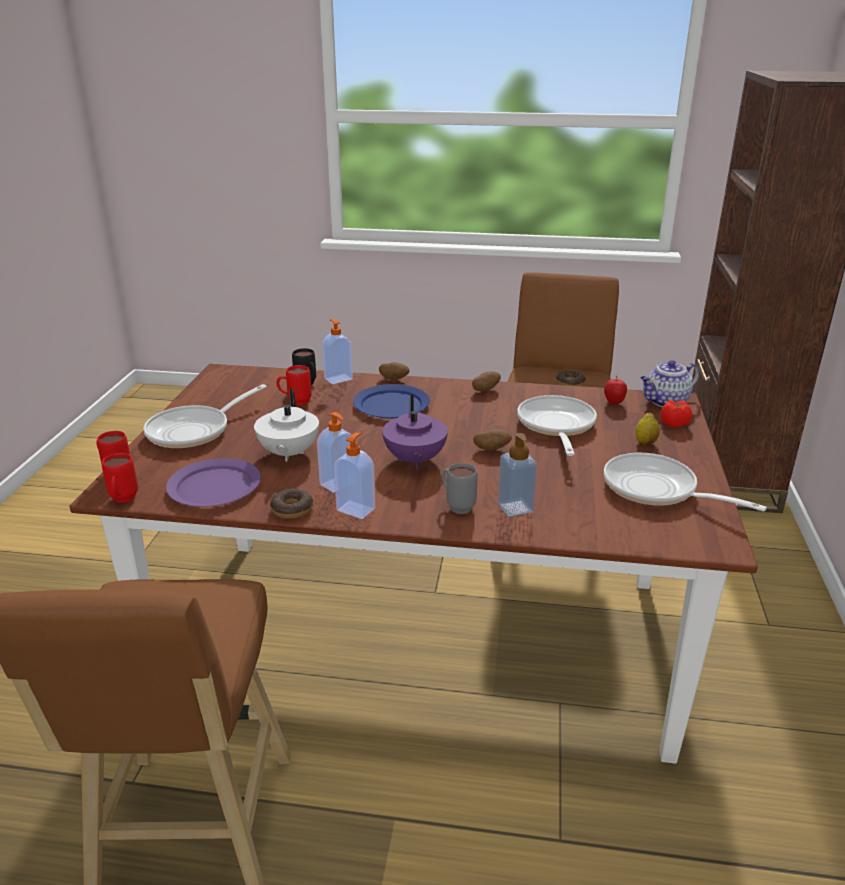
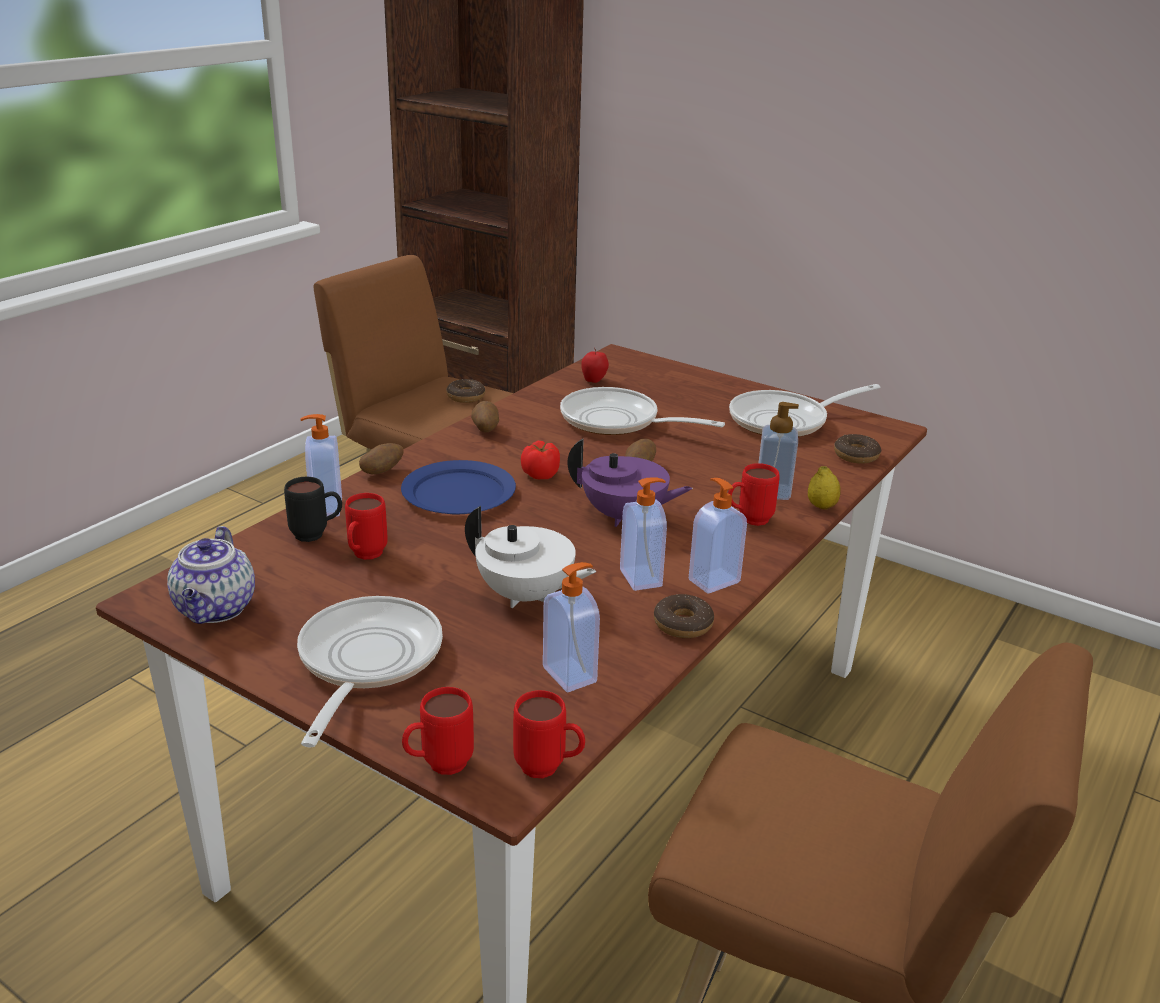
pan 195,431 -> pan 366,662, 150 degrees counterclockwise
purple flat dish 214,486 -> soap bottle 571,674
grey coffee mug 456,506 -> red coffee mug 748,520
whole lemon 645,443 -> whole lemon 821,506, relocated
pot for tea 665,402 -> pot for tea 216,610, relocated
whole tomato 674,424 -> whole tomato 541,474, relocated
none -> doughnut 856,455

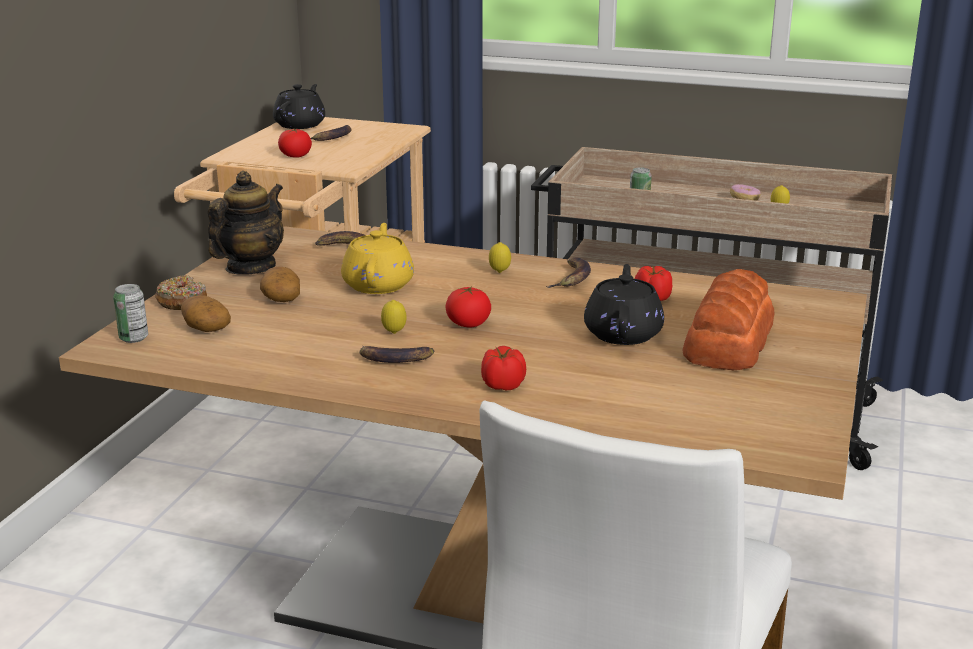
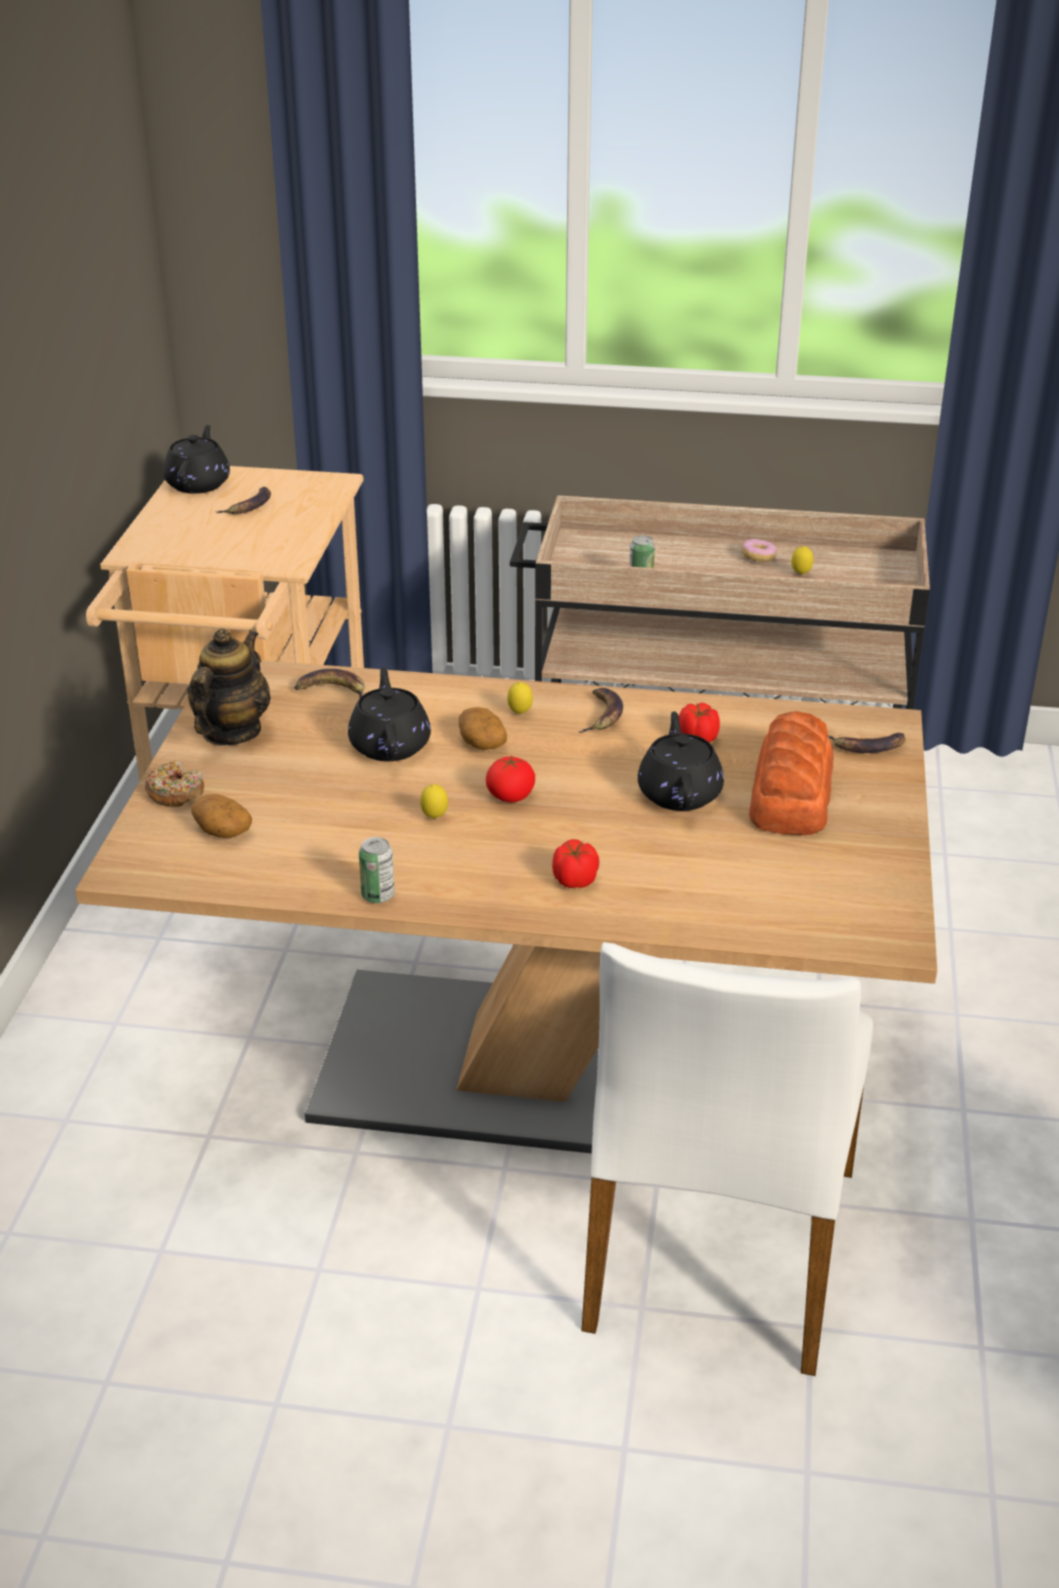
metal can 133,338 -> metal can 378,895, relocated
whole potato 280,298 -> whole potato 481,742, relocated
whole tomato 295,156 -> none
yellow-coloured pot for tea 378,284 -> black pot for tea 390,745
banana fruit 395,358 -> banana fruit 868,746, relocated

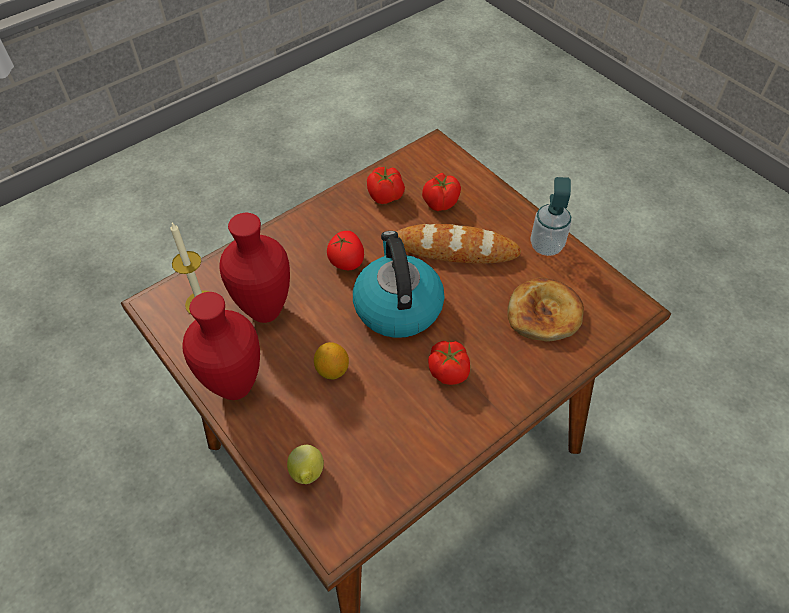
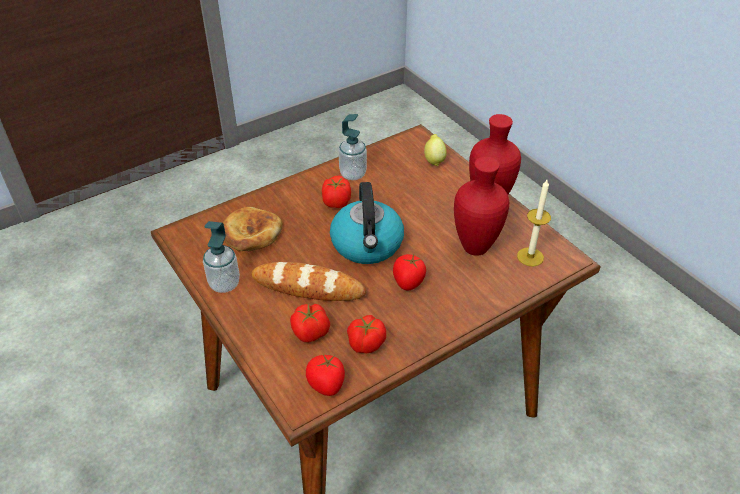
whole lemon 332,370 -> none
none -> whole tomato 326,384
none -> soap bottle 353,174

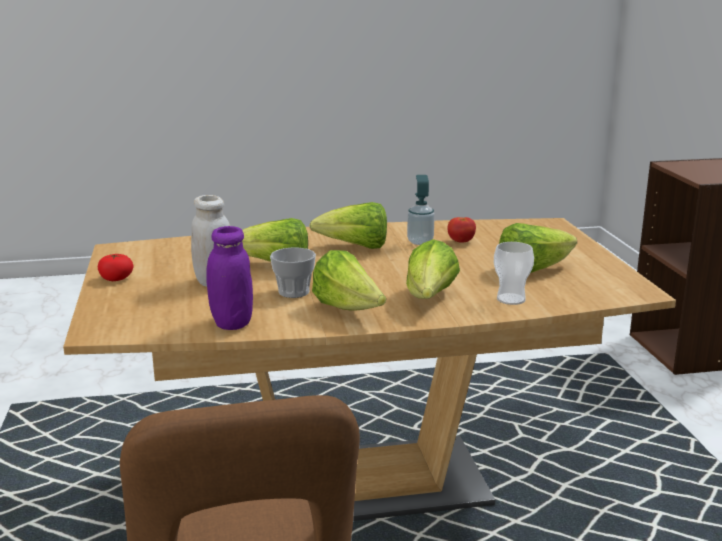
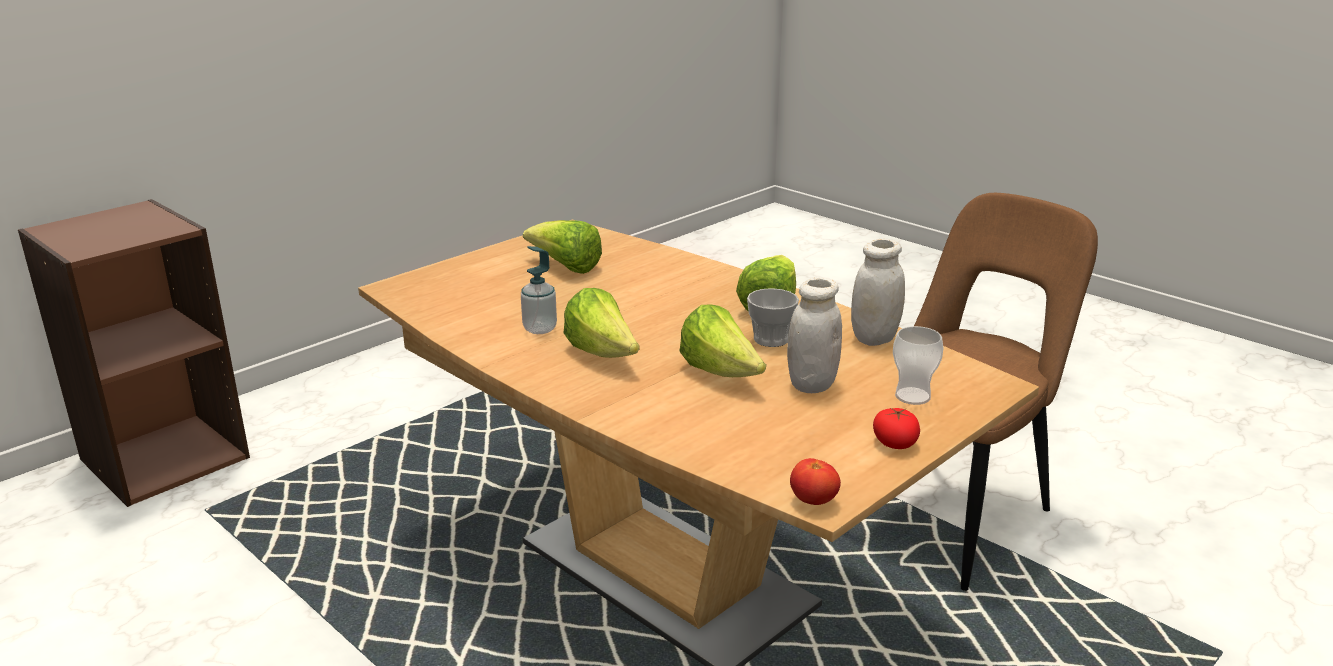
purple jar 232,323 -> whitish jar 874,338
lettuce 430,298 -> none
whole tomato 460,242 -> whole tomato 813,501, relocated
cup 511,299 -> cup 912,396, relocated

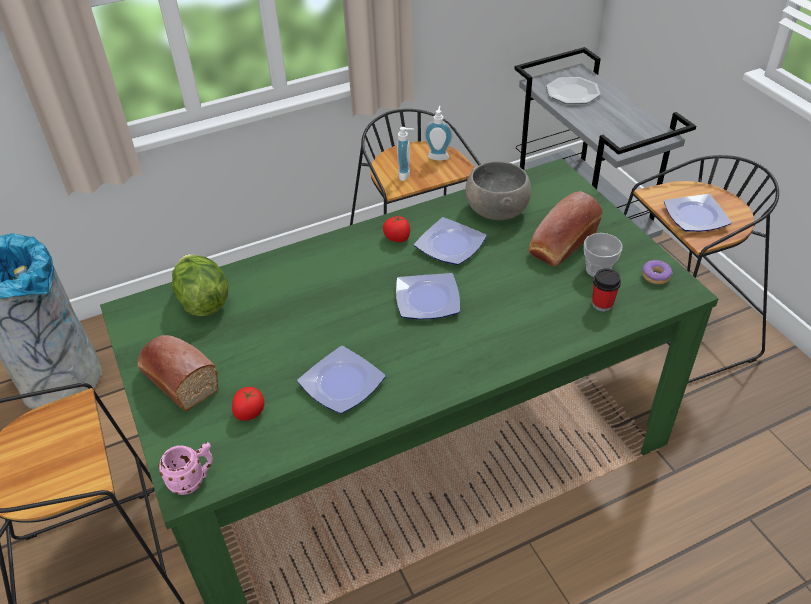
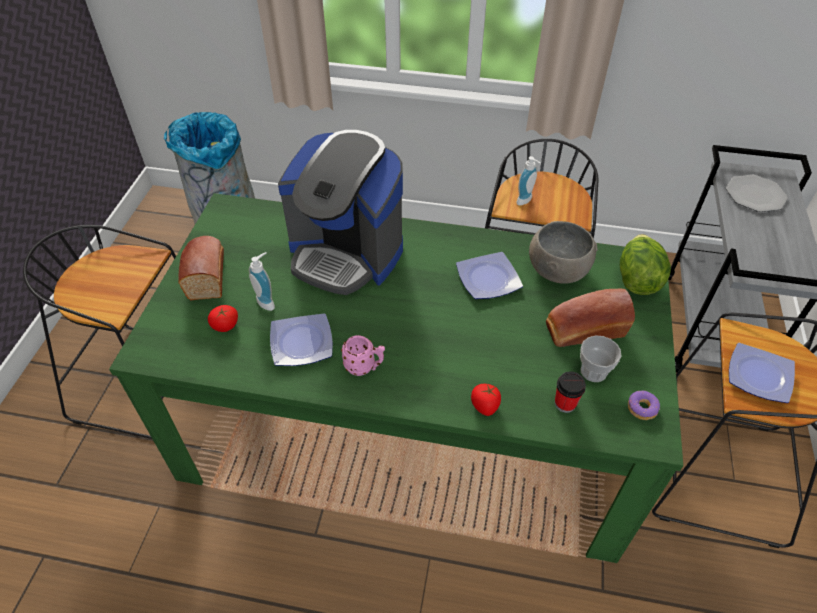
pink-coloured coffee mug 193,480 -> pink-coloured coffee mug 364,367, relocated
lettuce 203,301 -> lettuce 637,279, relocated
whole tomato 397,238 -> whole tomato 485,406, relocated
flat dish 428,299 -> none
soap bottle 438,156 -> soap bottle 268,301, relocated
none -> coffee maker 346,254

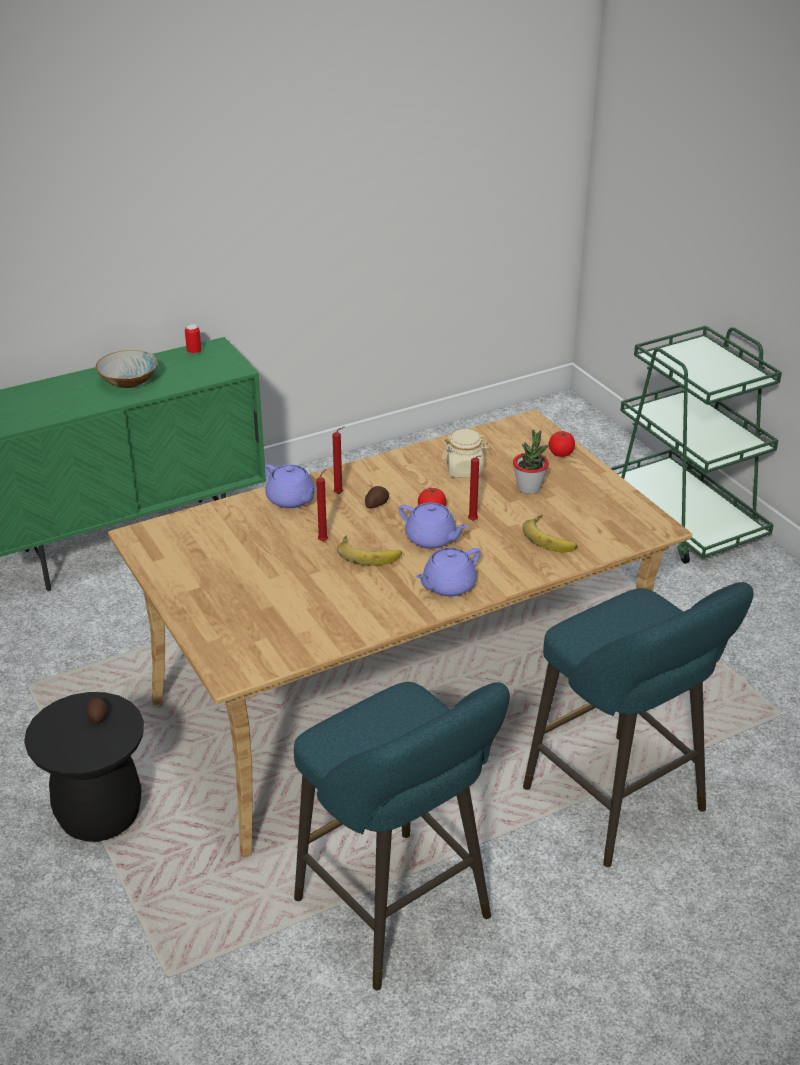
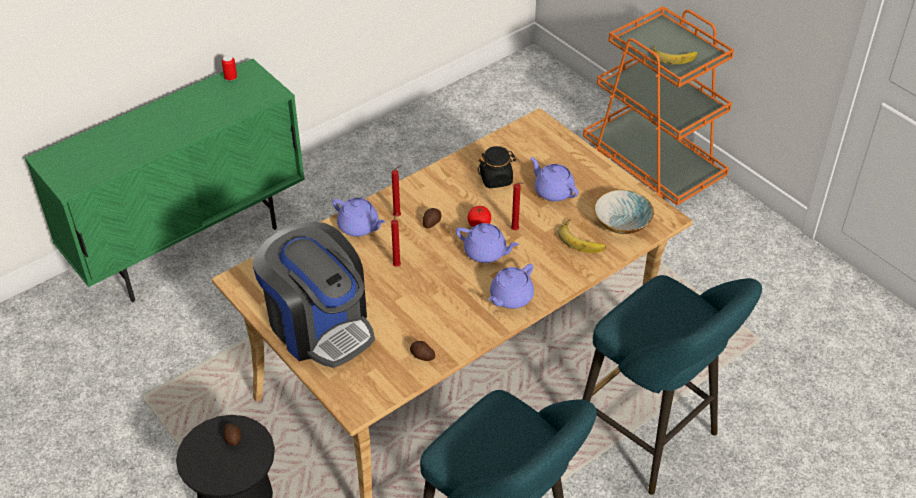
deep dish 129,381 -> deep dish 622,223, relocated
banana fruit 369,553 -> banana fruit 673,56, relocated
beige-coloured jar 465,470 -> black jar 496,179
potted plant 529,488 -> purple pot for tea 553,191
whole tomato 561,453 -> none
green-coloured trolley 683,520 -> orange trolley 652,167
none -> coffee maker 319,325
none -> whole potato 422,356

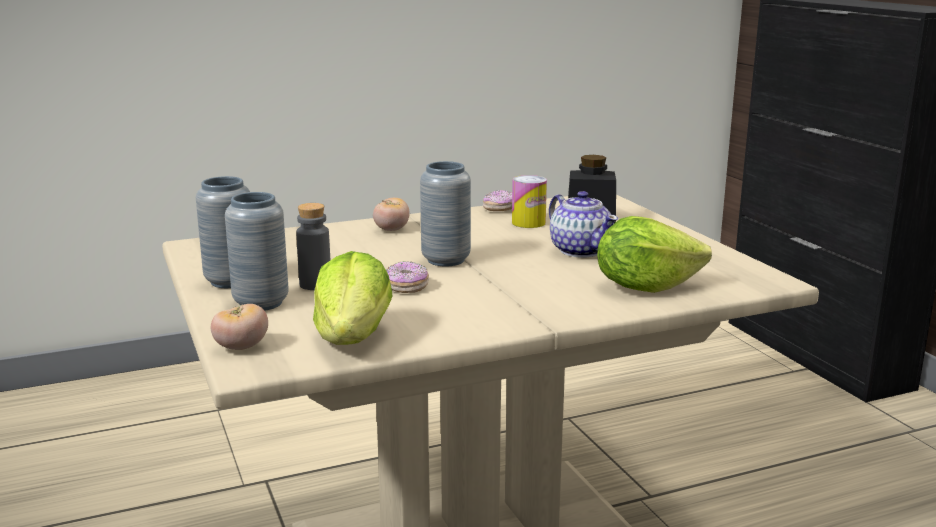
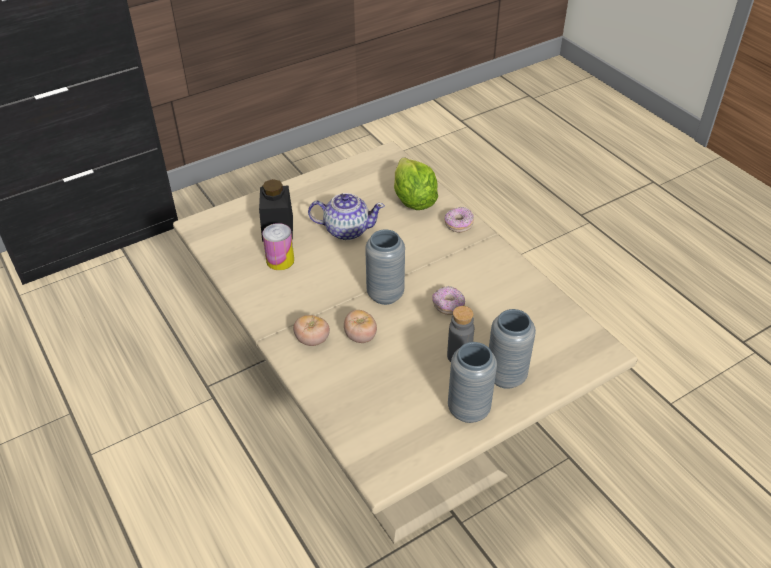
whole tomato 241,347 -> whole tomato 360,336, relocated
lettuce 353,337 -> none
doughnut 500,209 -> doughnut 458,225, relocated
pot for tea 580,250 -> pot for tea 346,230, 45 degrees clockwise

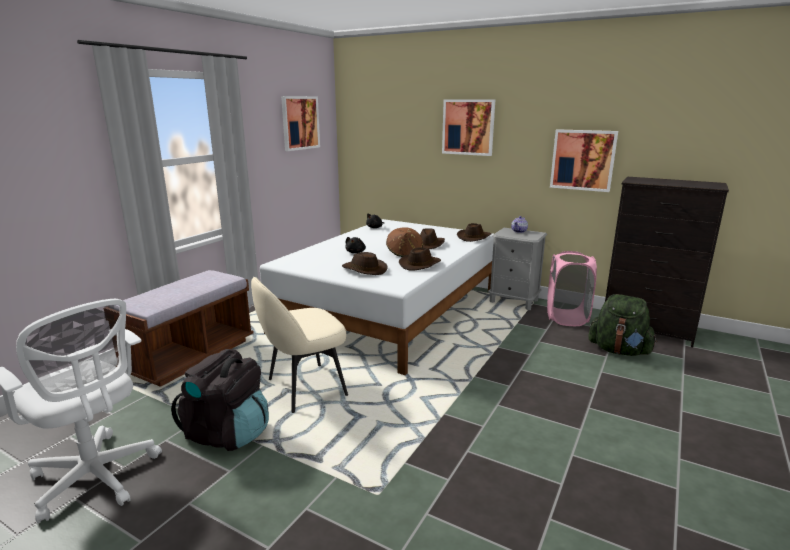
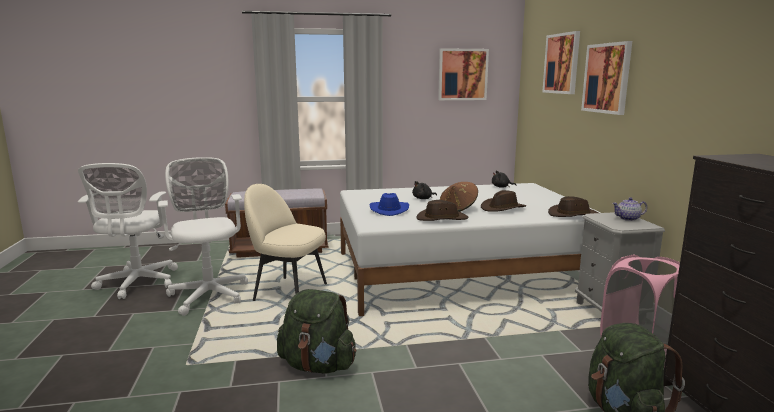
black backpack 228,433 -> whitish computer chair 209,293
brown wearable hat 364,269 -> bluish wearable hat 389,210
wall picture 583,160 -> wall picture 562,63, relocated
none -> green-coloured backpack 318,366

